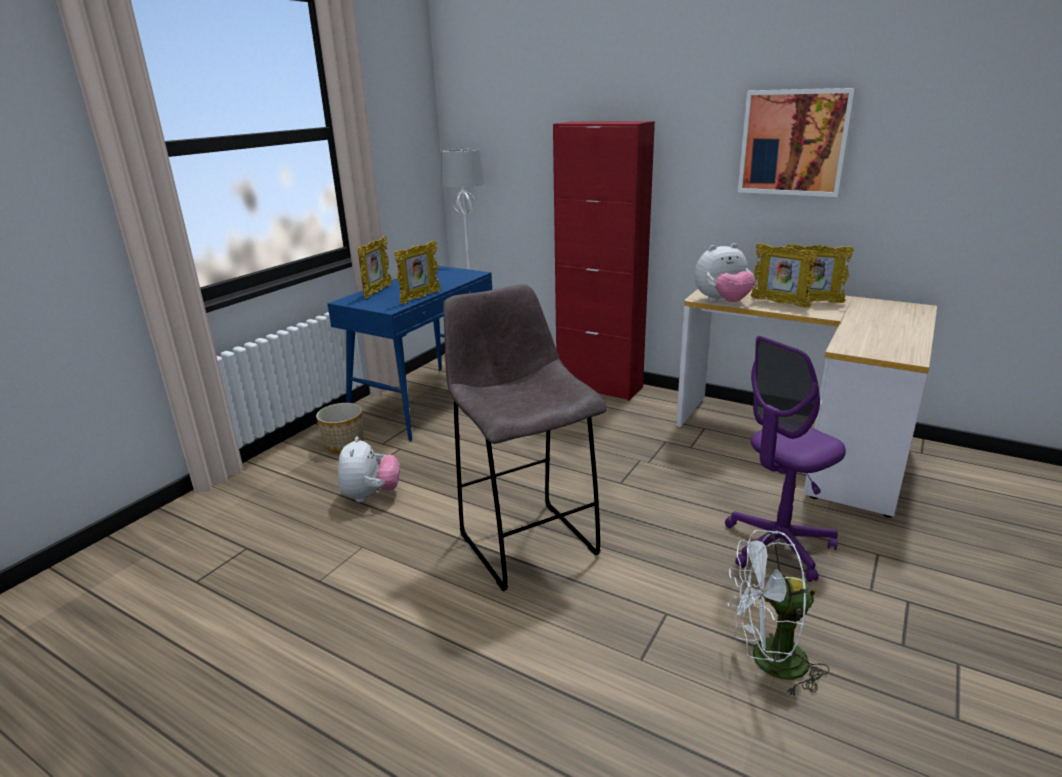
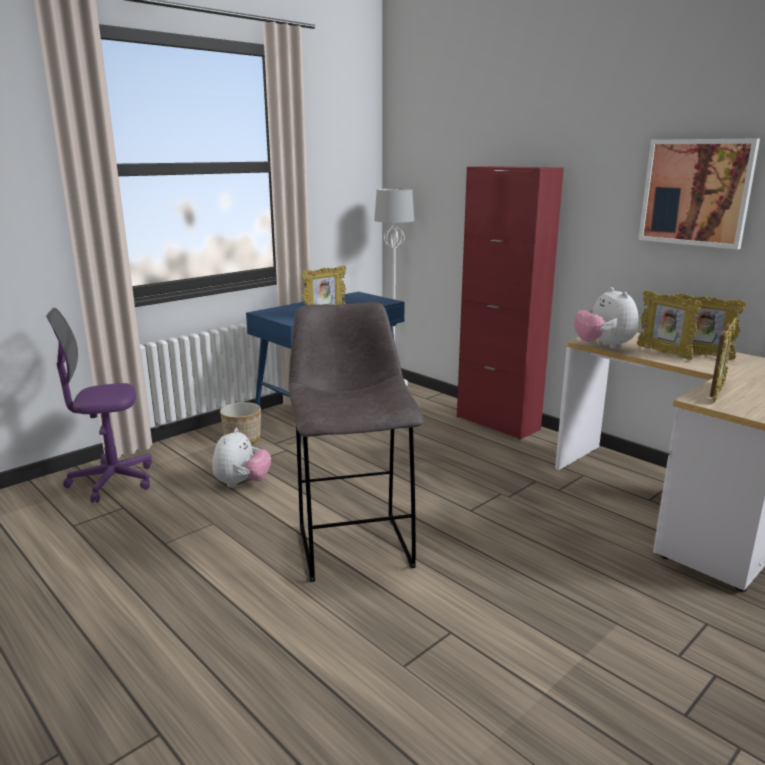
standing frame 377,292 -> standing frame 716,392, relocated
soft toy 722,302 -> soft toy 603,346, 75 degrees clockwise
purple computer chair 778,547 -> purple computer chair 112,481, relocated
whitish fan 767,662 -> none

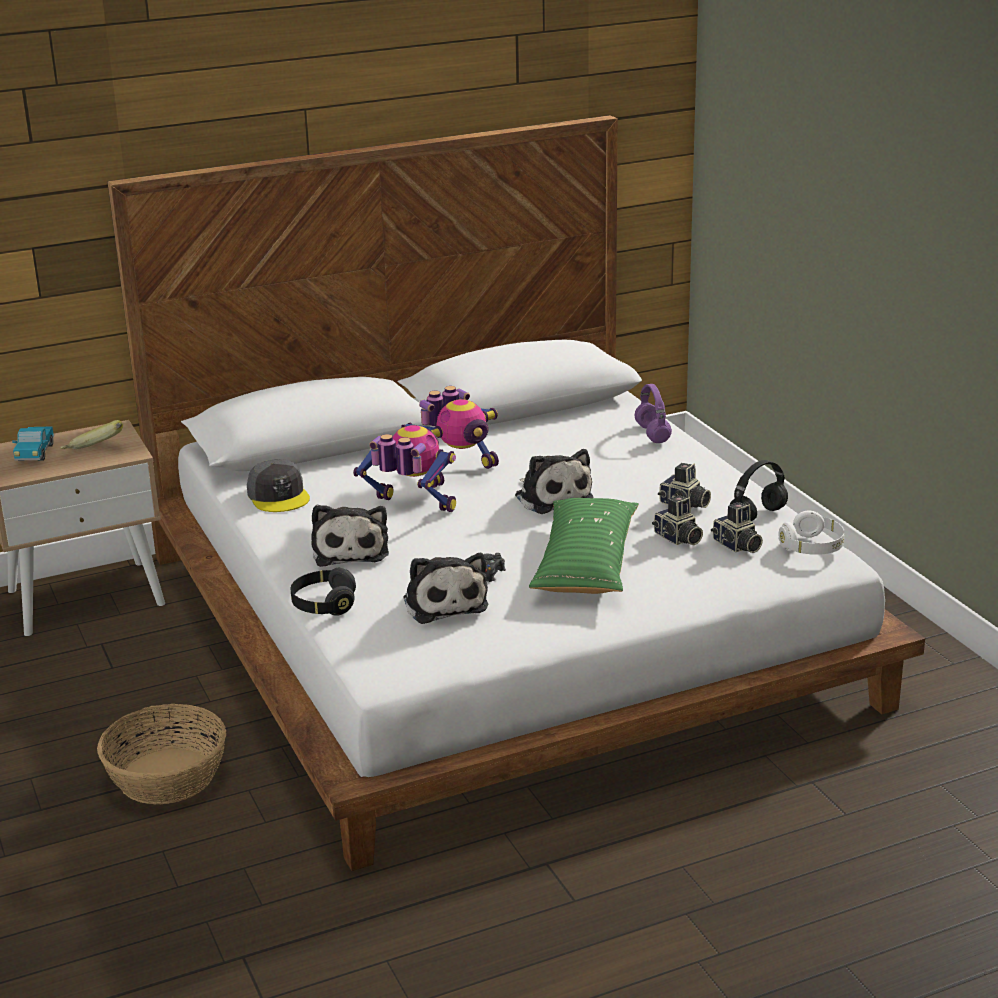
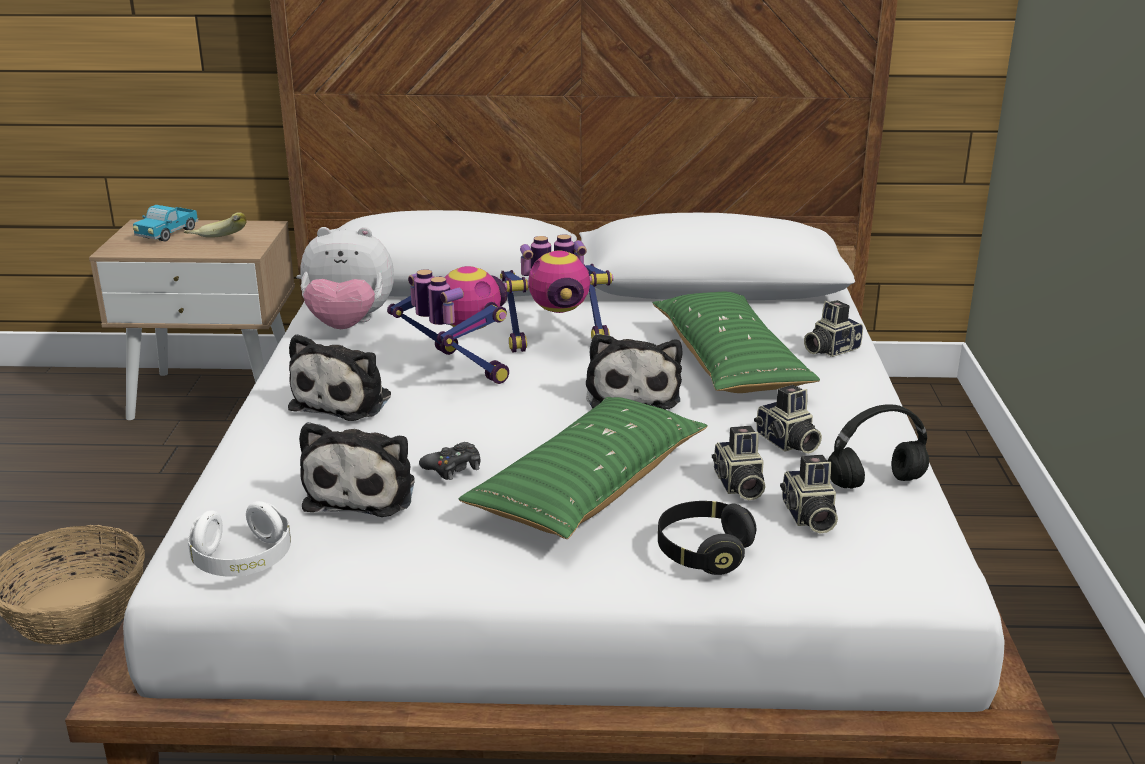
grey cap 279,496 -> soft toy 349,325
black headphones 324,605 -> black headphones 703,552, relocated
purple headphones 653,435 -> photo camera 829,349
whitish headphones 812,548 -> whitish headphones 243,560, relocated
none -> green-coloured pillow 729,362

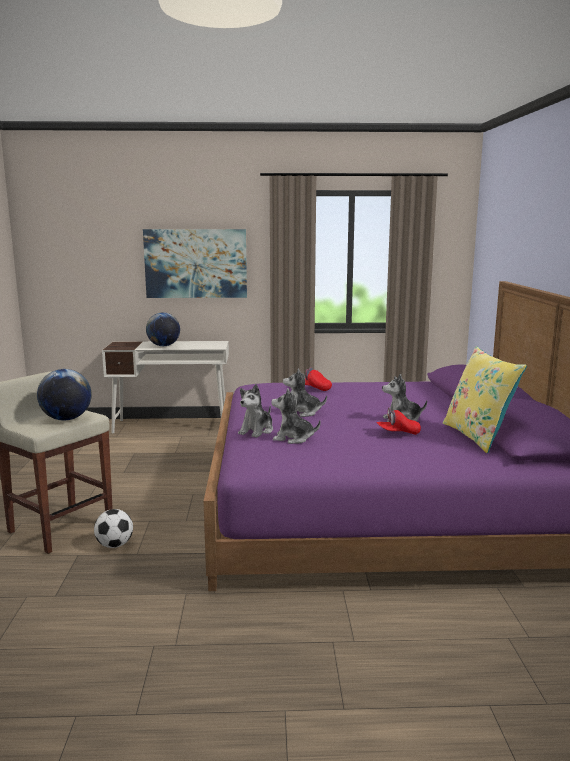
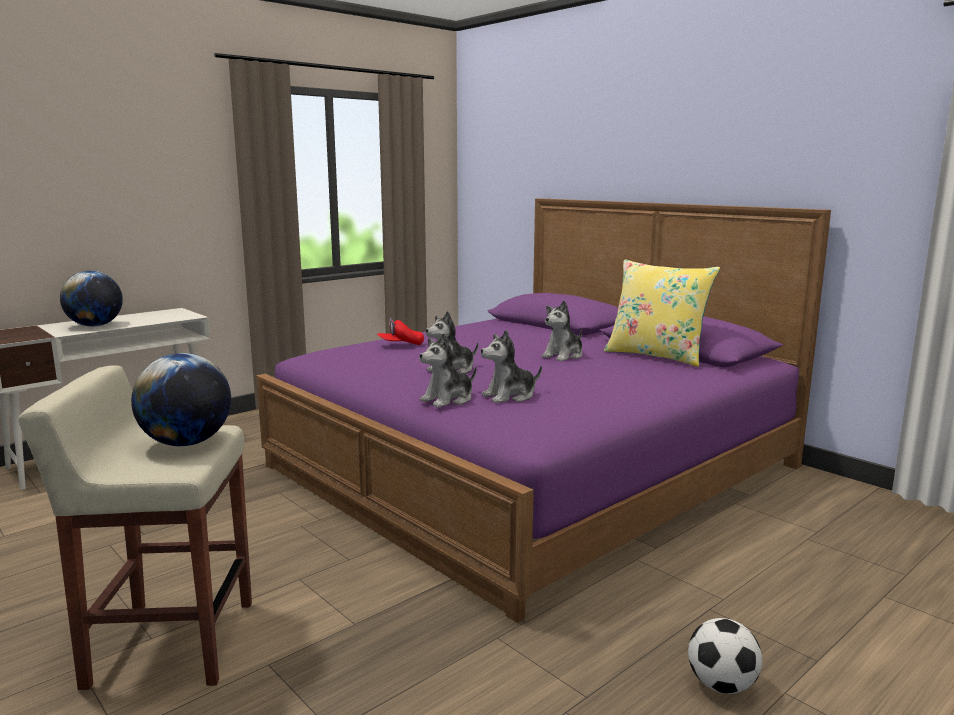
ball for football 114,545 -> ball for football 721,685, relocated
wall picture 196,263 -> none
soft toy 257,431 -> soft toy 448,399, 60 degrees clockwise
red cap 398,433 -> none

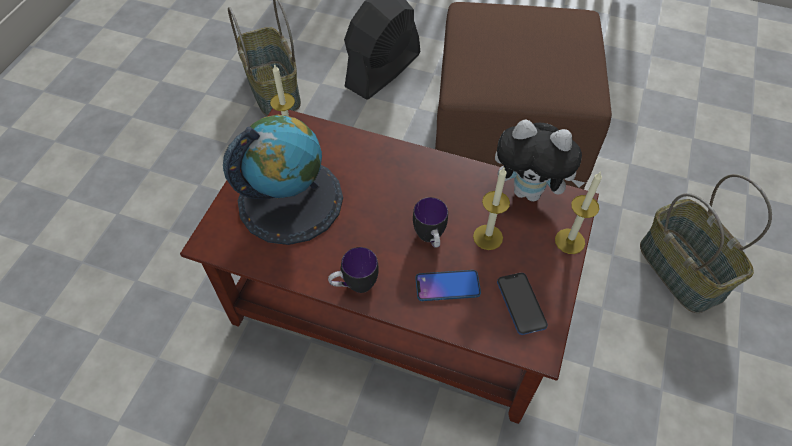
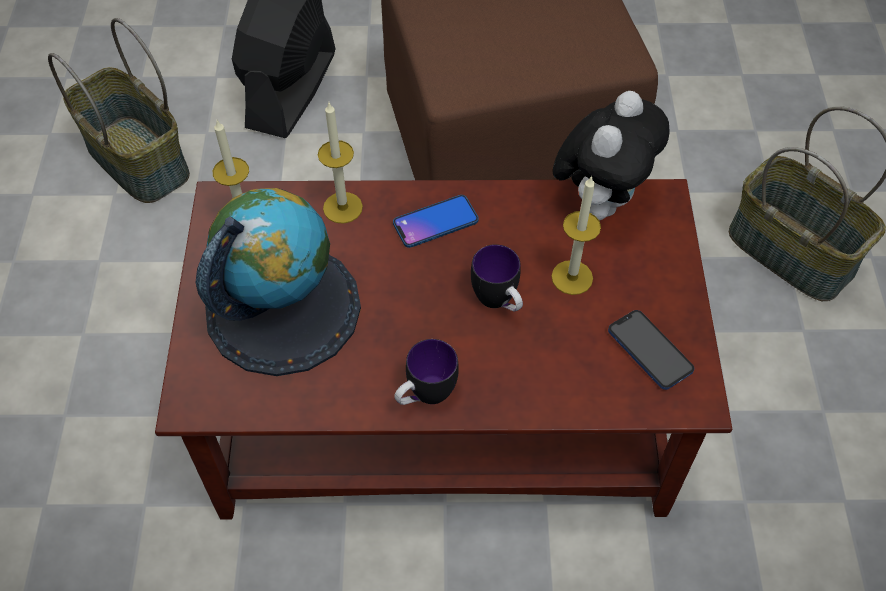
phone 447,286 -> phone 435,222, relocated
soft toy 530,191 -> soft toy 600,201, 60 degrees counterclockwise
candle 569,241 -> candle 342,207, relocated

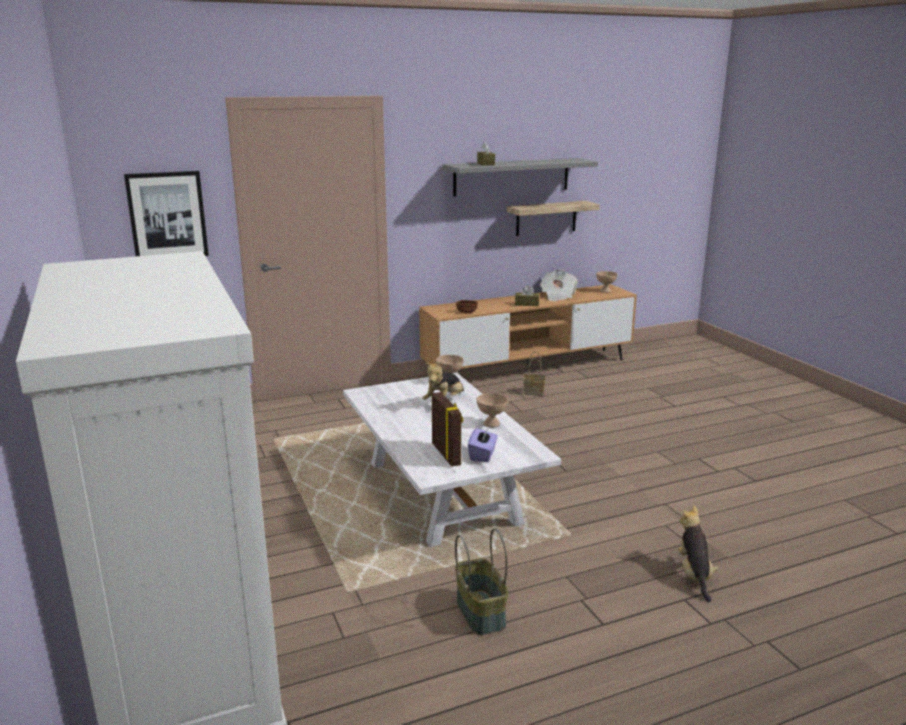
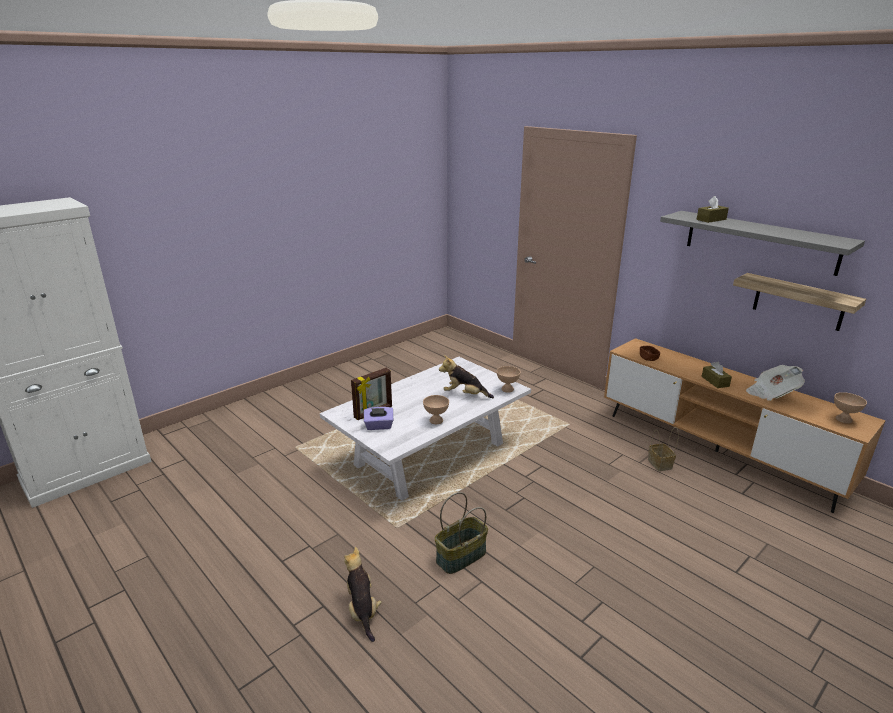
wall picture 167,215 -> none
basket 481,612 -> basket 461,557, relocated
soft toy 694,575 -> soft toy 362,610, 90 degrees counterclockwise

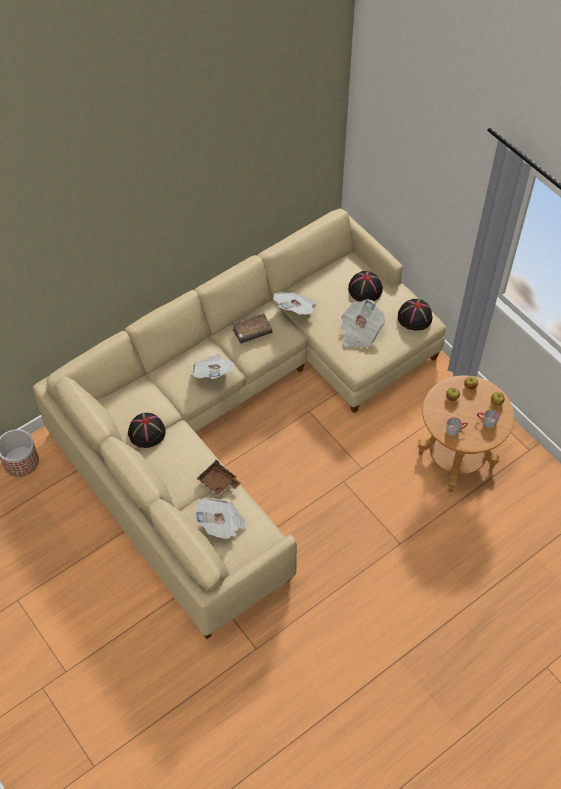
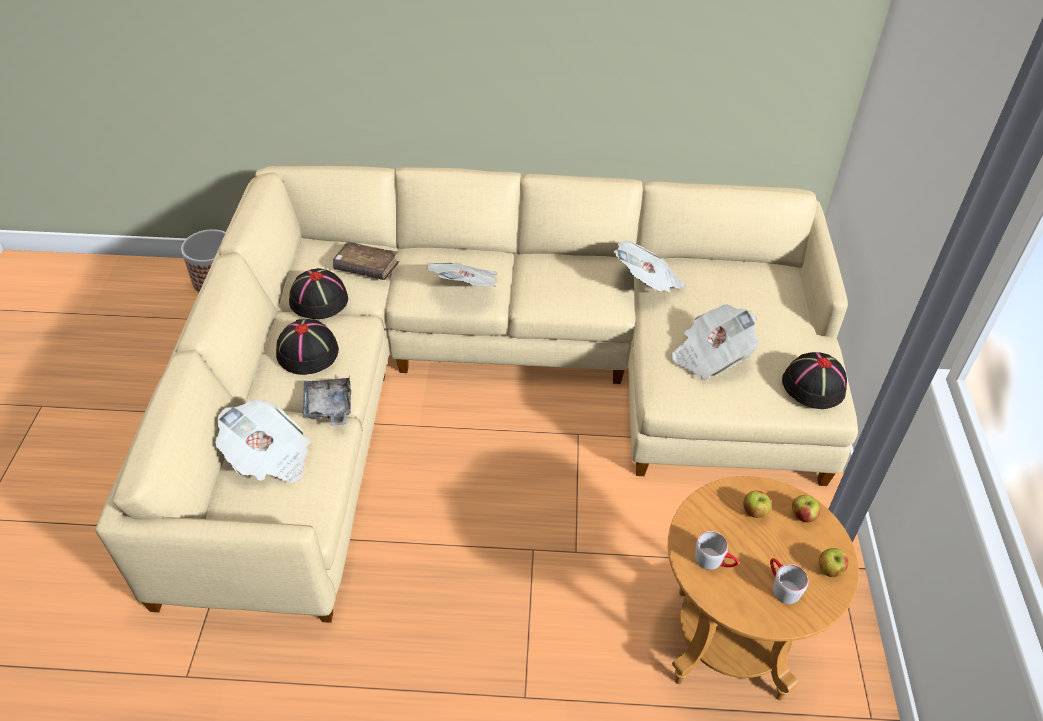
brown carrying tray 218,482 -> grey carrying tray 329,407
brown book 252,332 -> brown book 366,268, relocated
black wearable hat 364,289 -> black wearable hat 308,352, relocated

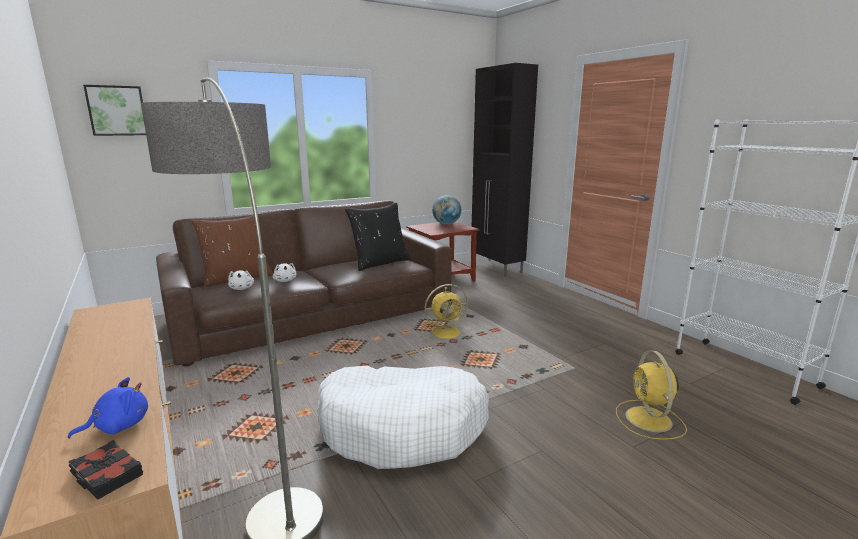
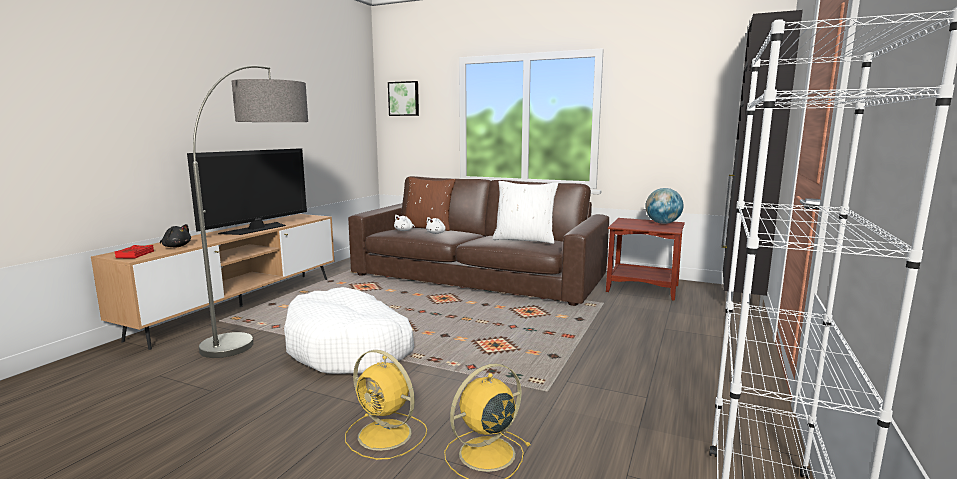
bluish soft toy 118,426 -> black soft toy 176,246
black book 106,475 -> red book 134,255
black pillow 380,263 -> whitish pillow 524,239
yellow-coloured fan 447,332 -> yellow-coloured fan 386,435, relocated
none -> television 256,229

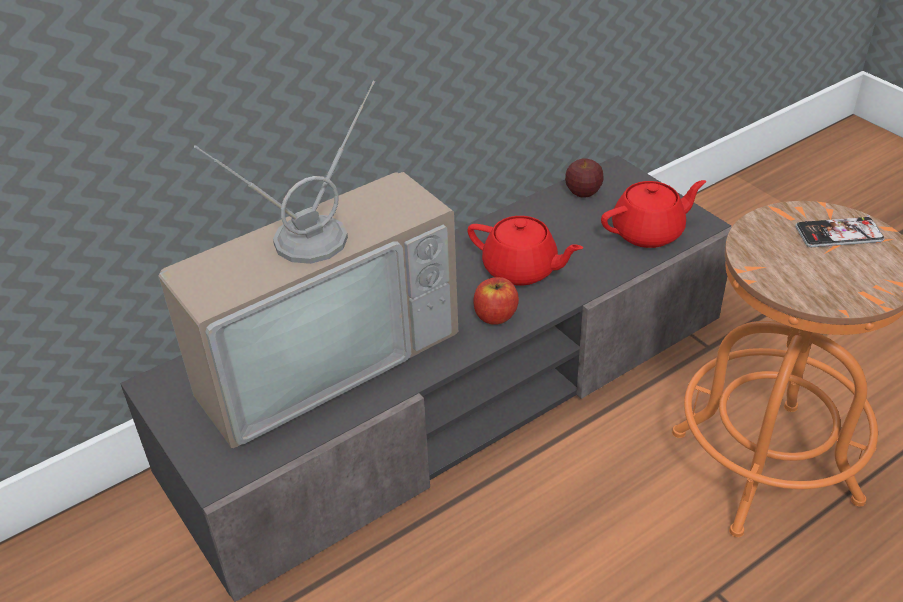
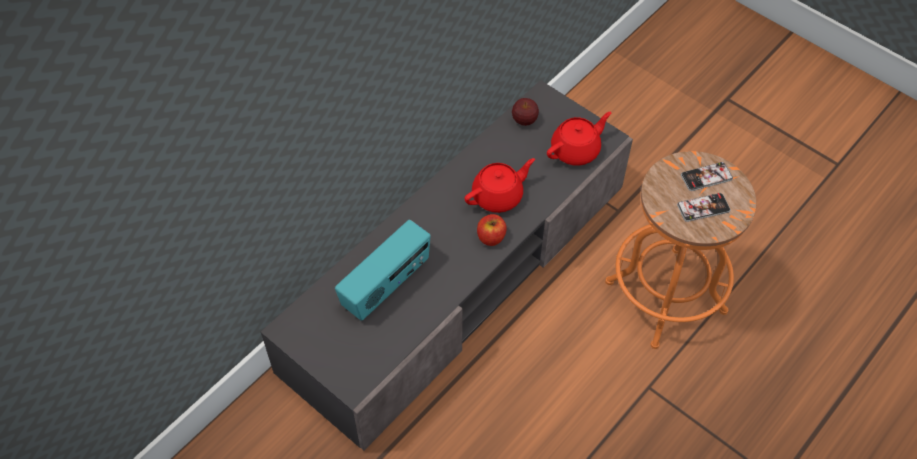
television 322,352 -> radio set 386,285
red pot for tea 521,270 -> red pot for tea 498,196, 45 degrees counterclockwise
none -> phone 703,208

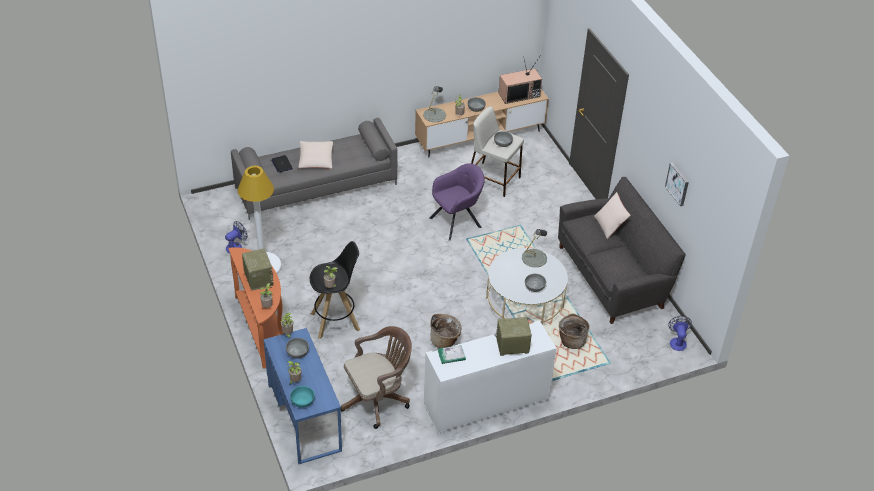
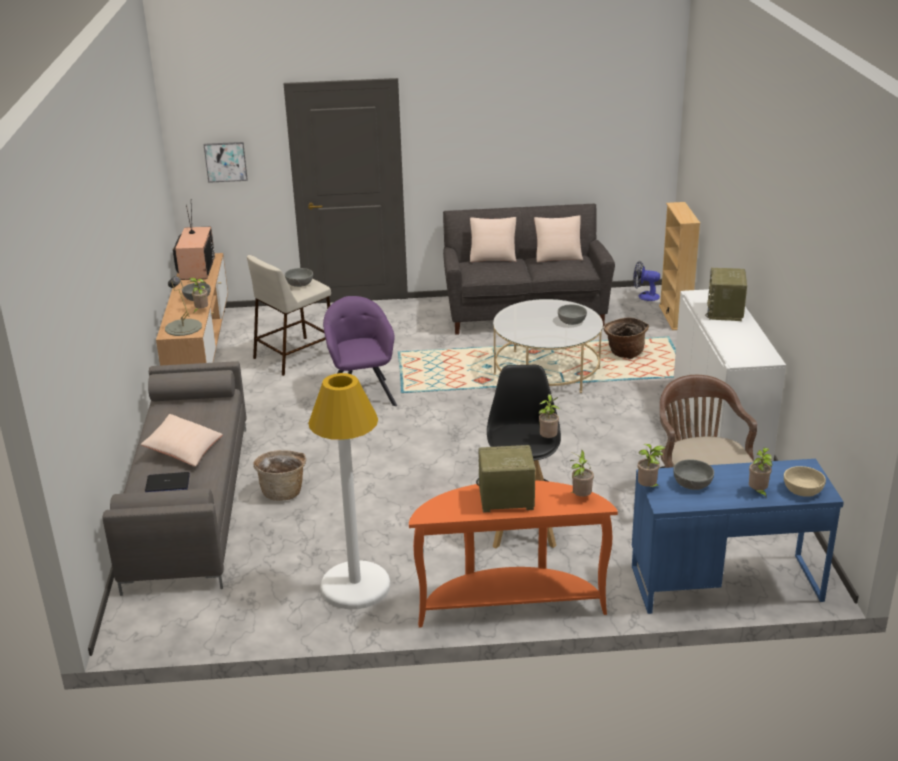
fan 236,246 -> none
turquoise deep dish 302,401 -> beige-coloured deep dish 802,490
basket 445,341 -> basket 283,491, relocated
book 451,355 -> none
grey table lamp 534,258 -> none
wall picture 678,184 -> wall picture 226,161, relocated
none -> beige-coloured pillow 558,256
none -> beige-coloured bookcase 675,317

